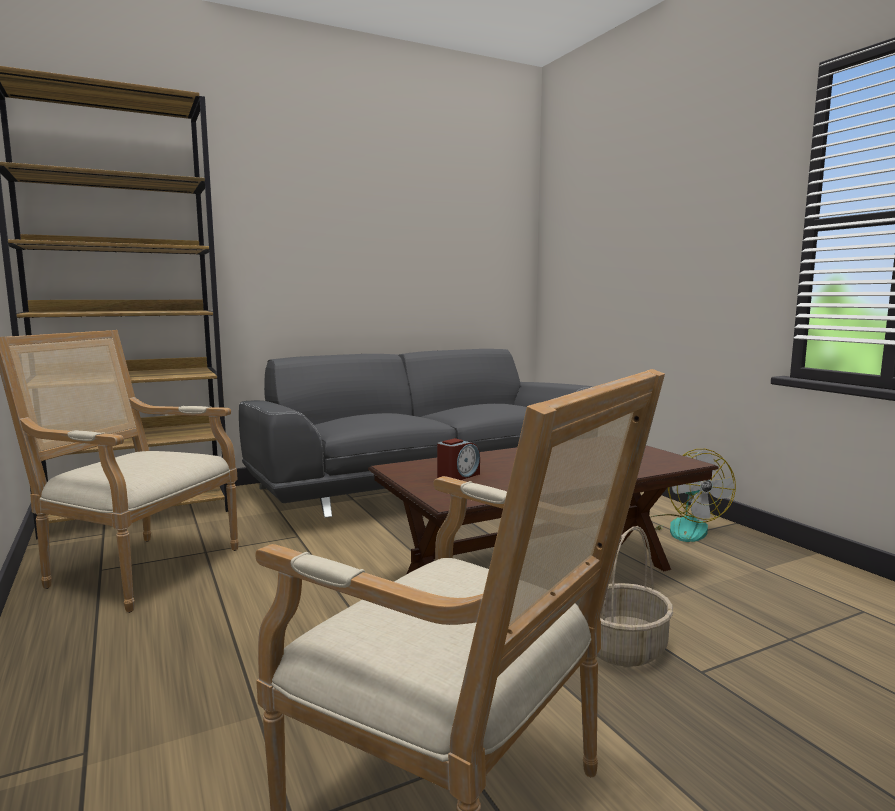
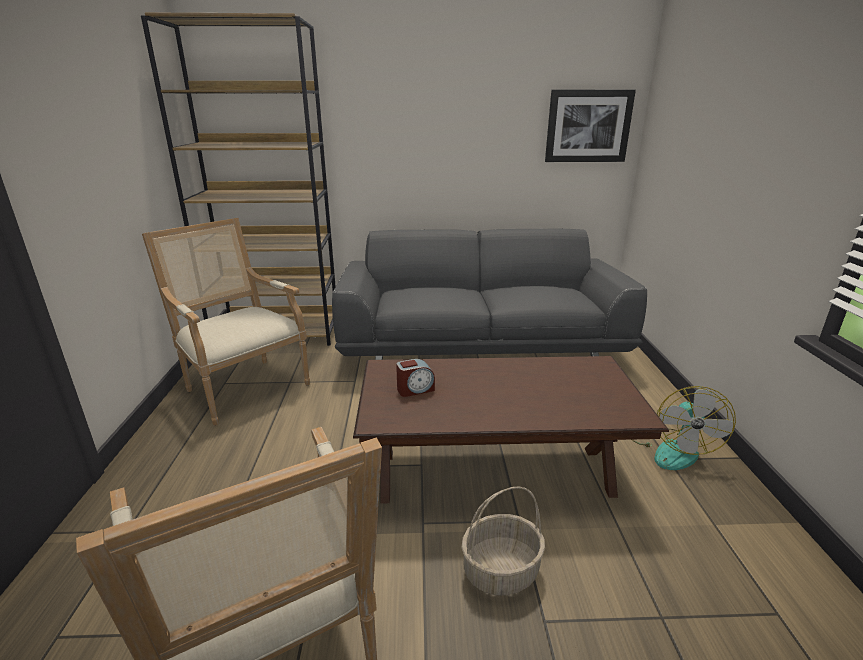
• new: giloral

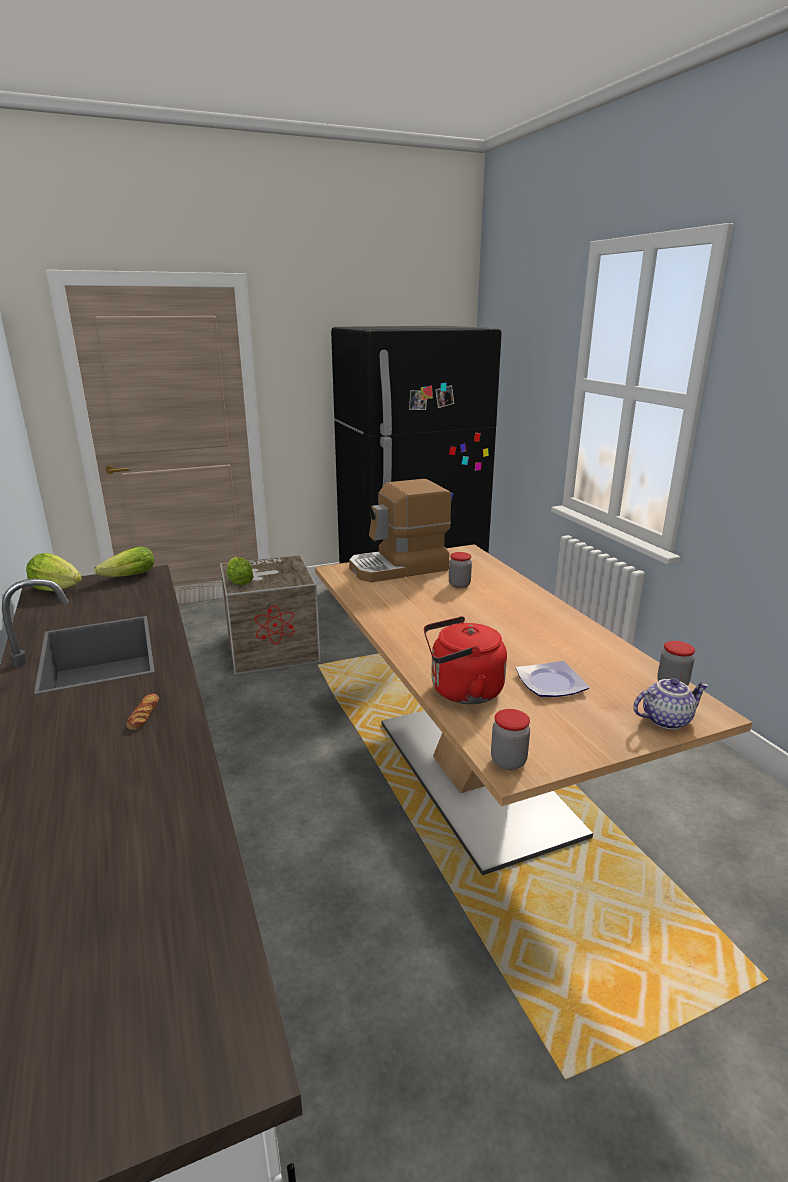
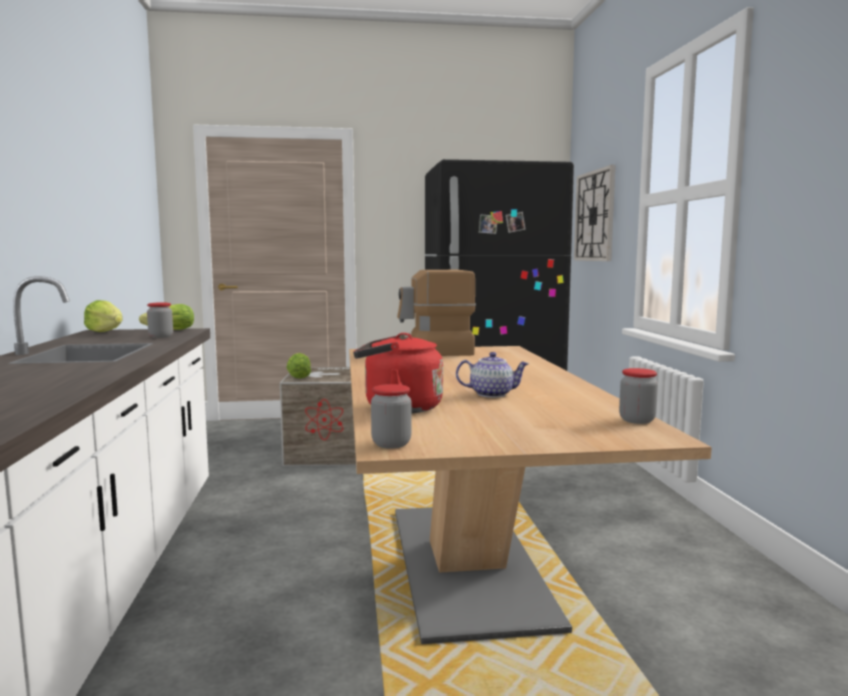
• shifted: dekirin (no. 1 from left)
• gone: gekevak
• shifted: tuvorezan
• gone: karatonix
• new: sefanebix

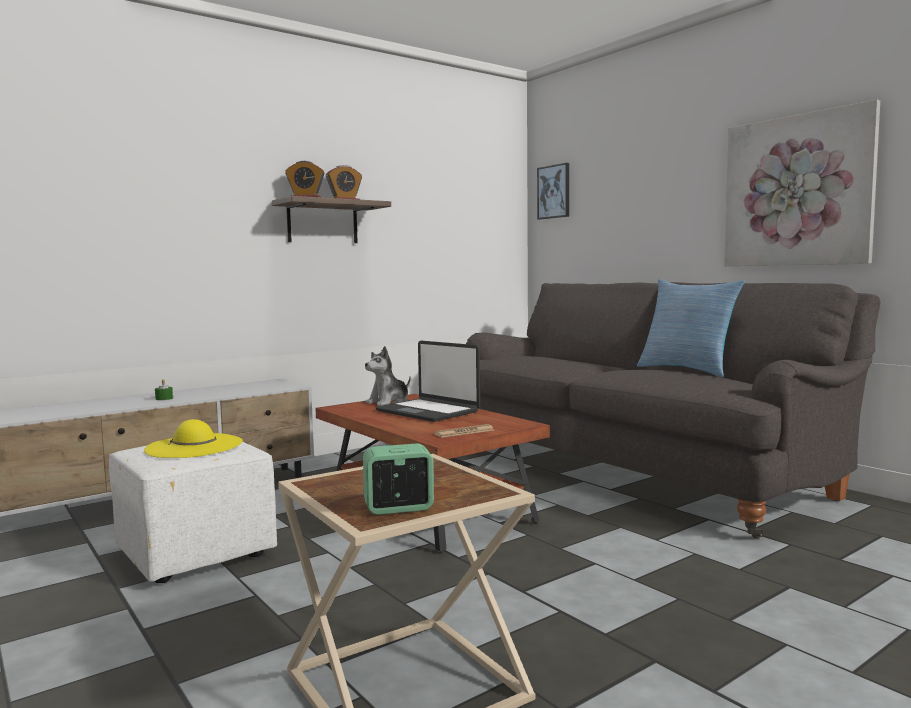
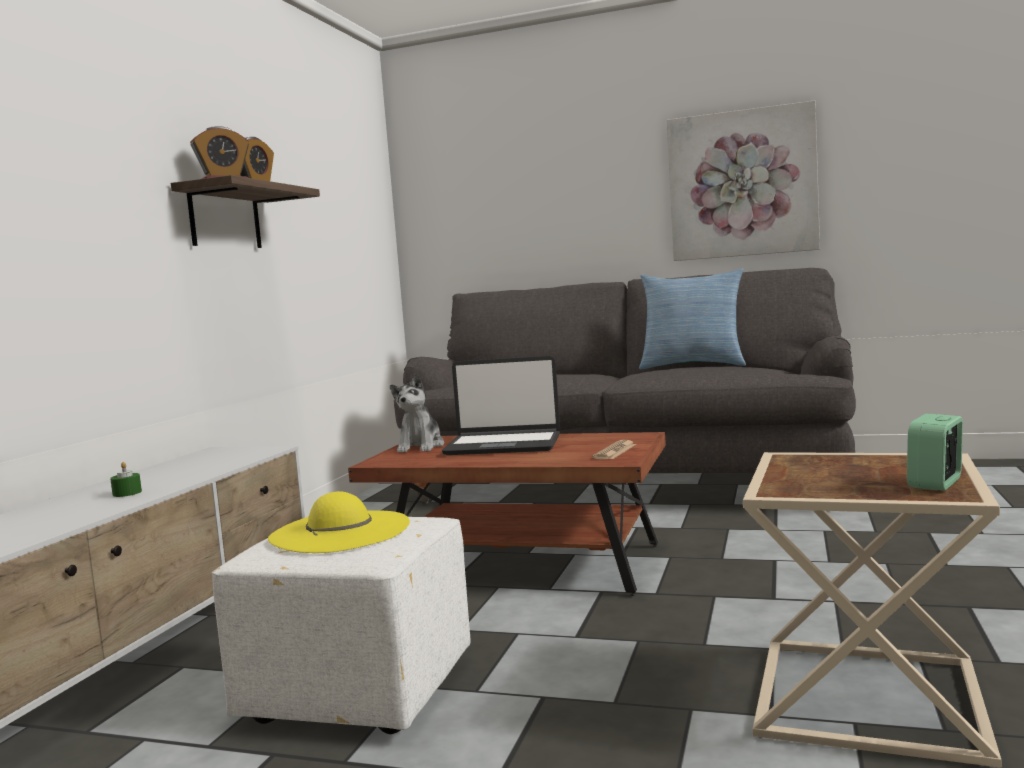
• gone: giloral (no. 1 from left)

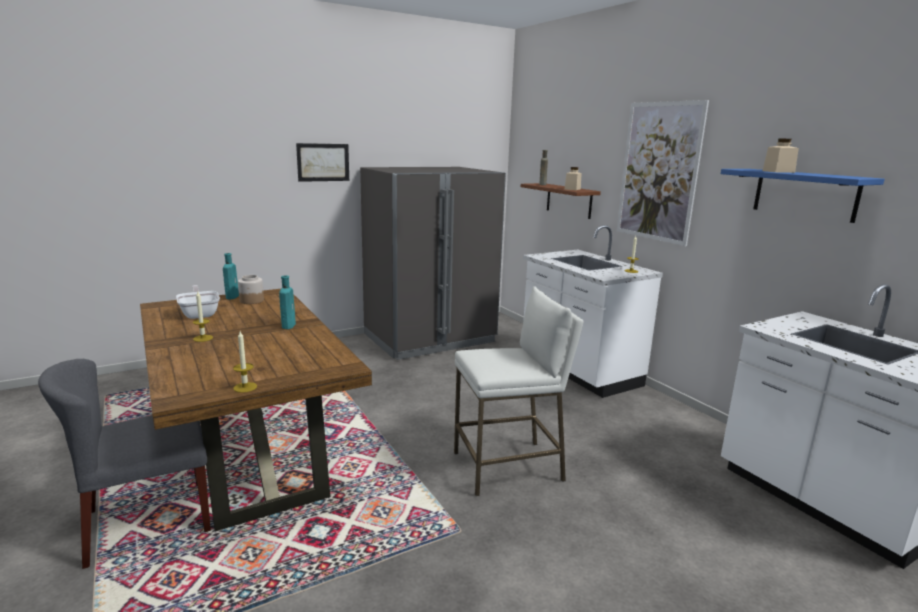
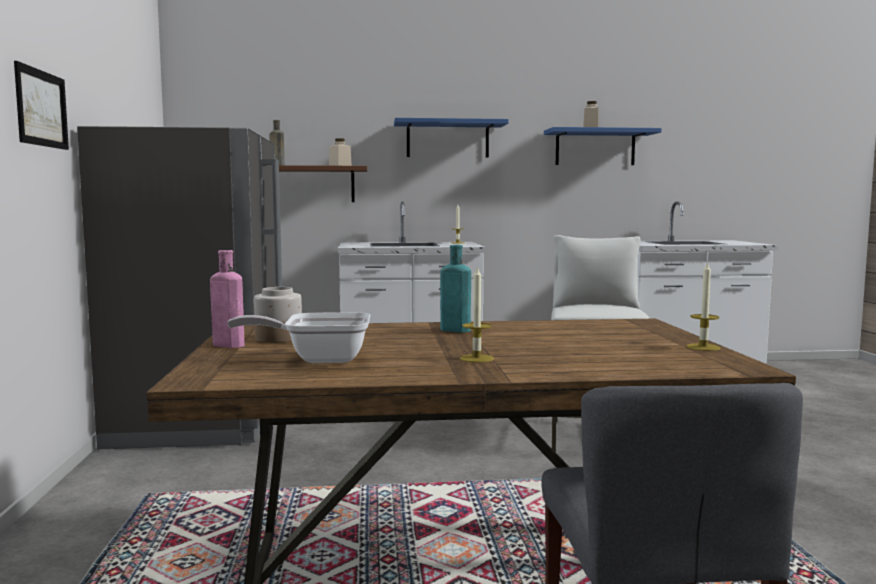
• swapped: giloral (no. 2 from left) to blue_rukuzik (no. 1 from left)
• repainted: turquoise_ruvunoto (no. 1 from left) to pink_ruvunoto

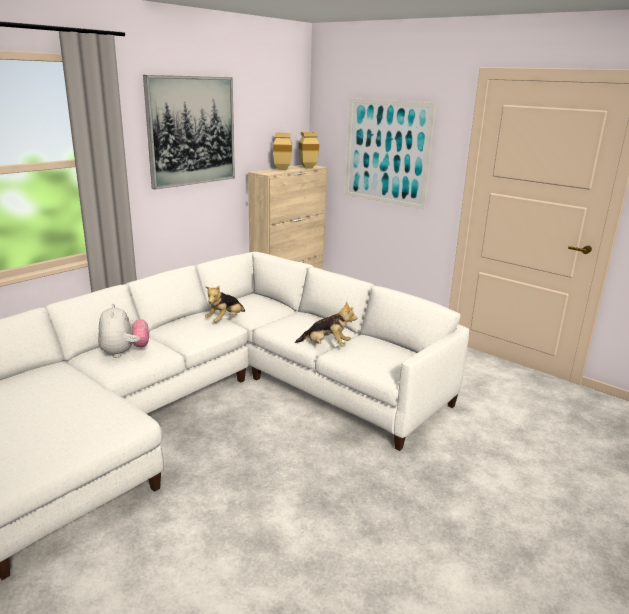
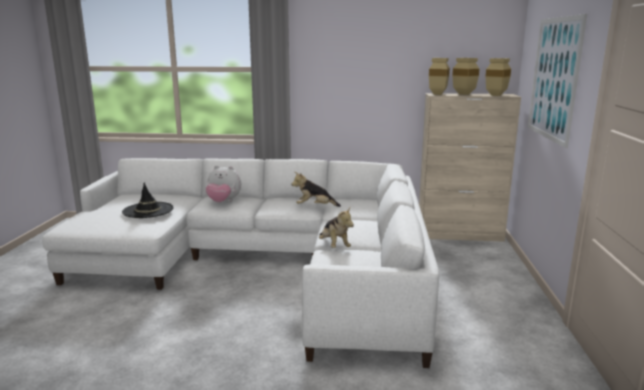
• gone: giloral (no. 1 from left)
• rotated: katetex (no. 1 from left) 60 degrees clockwise
• new: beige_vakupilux (no. 1 from left)
• new: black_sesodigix

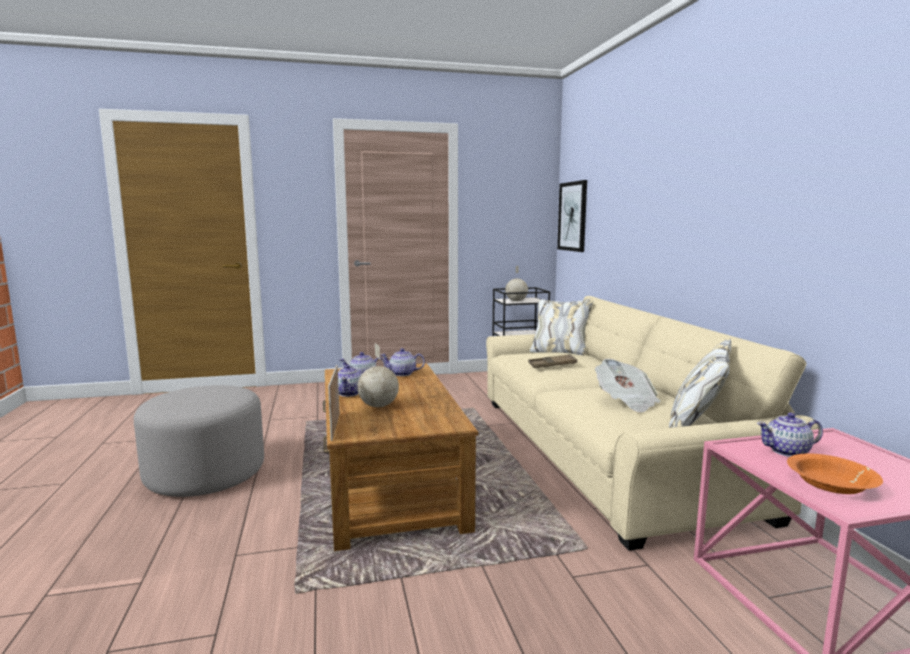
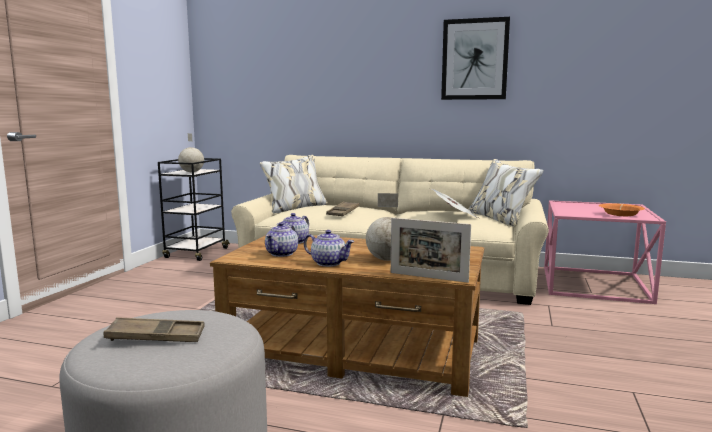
• shifted: giloral
• gone: tuvorezan (no. 4 from left)
• new: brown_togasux (no. 1 from left)

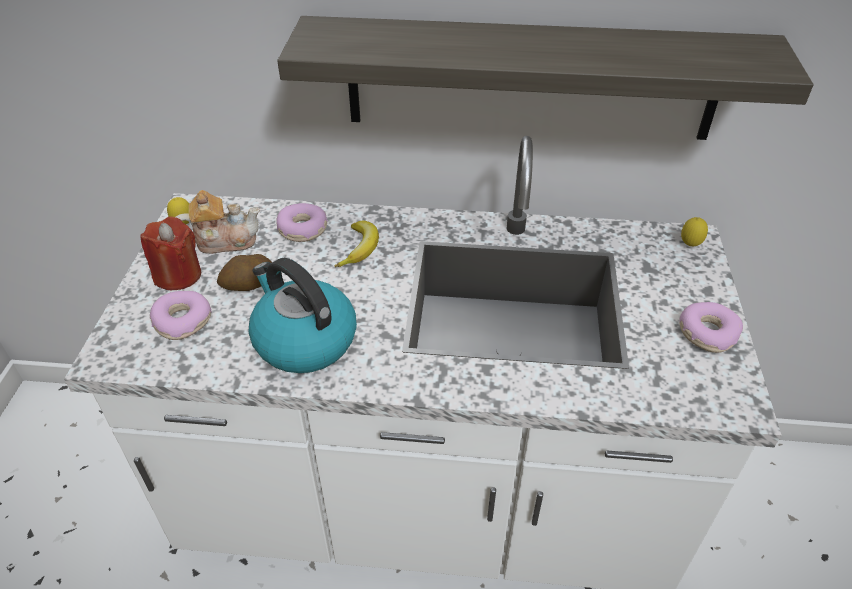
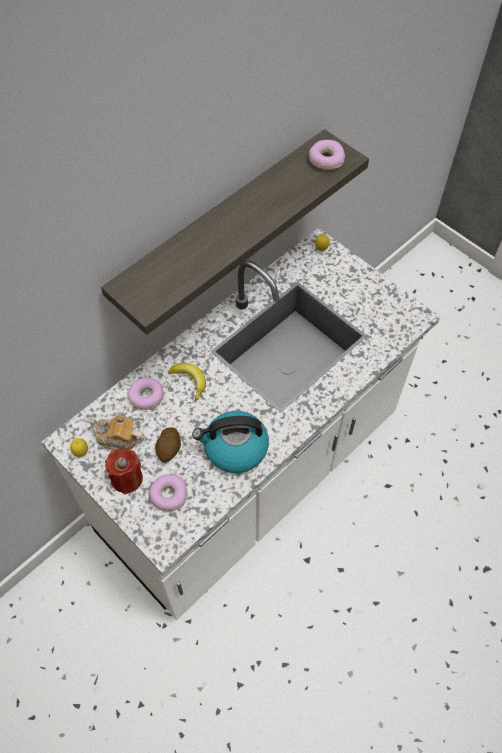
• rotated: tuvorezan 105 degrees counterclockwise
• shifted: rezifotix (no. 3 from left)

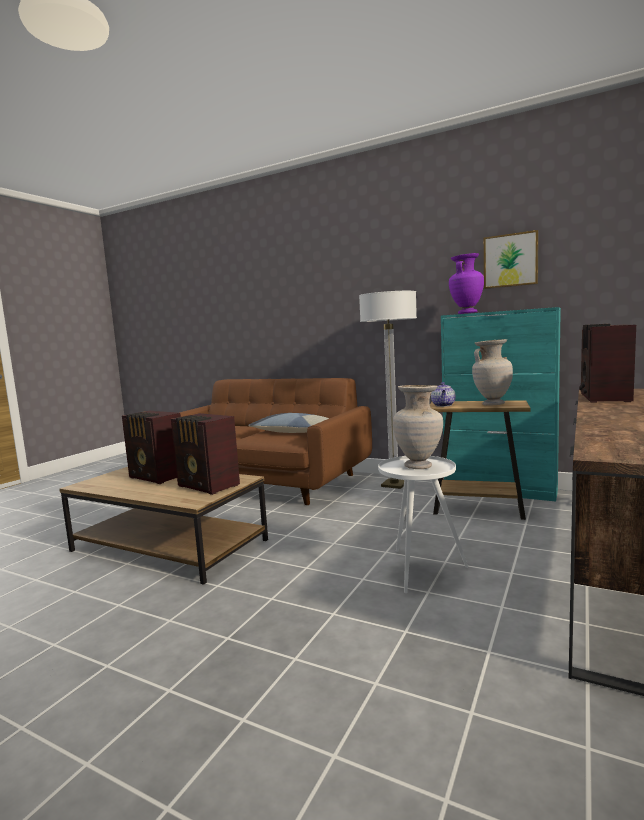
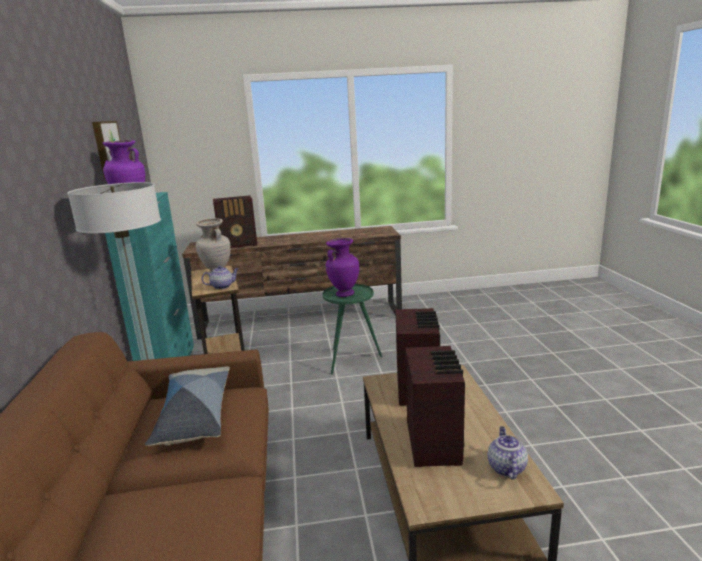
• repainted: beige_vakupilux (no. 1 from left) to purple_vakupilux (no. 2 from left)
• repainted: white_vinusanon to green_vinusanon
• new: tuvorezan (no. 2 from left)

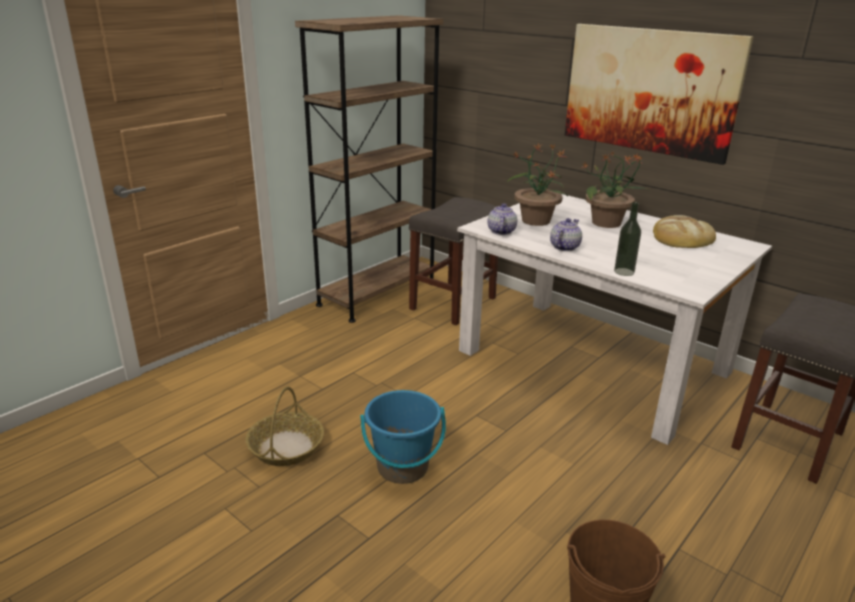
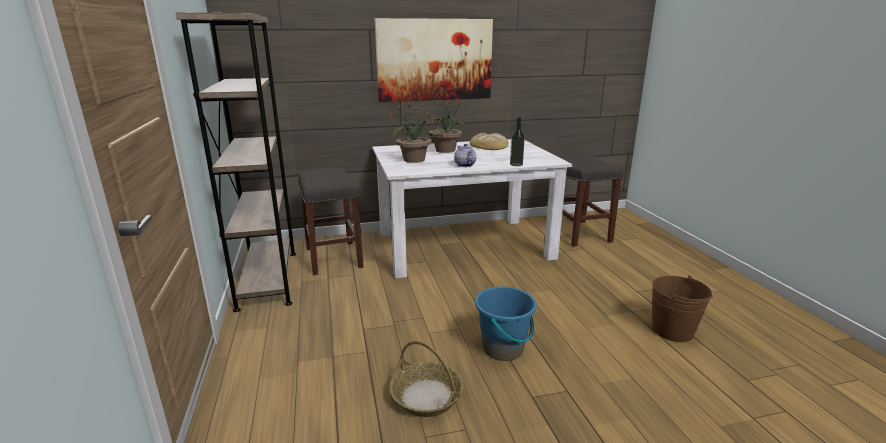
• gone: tuvorezan (no. 1 from left)

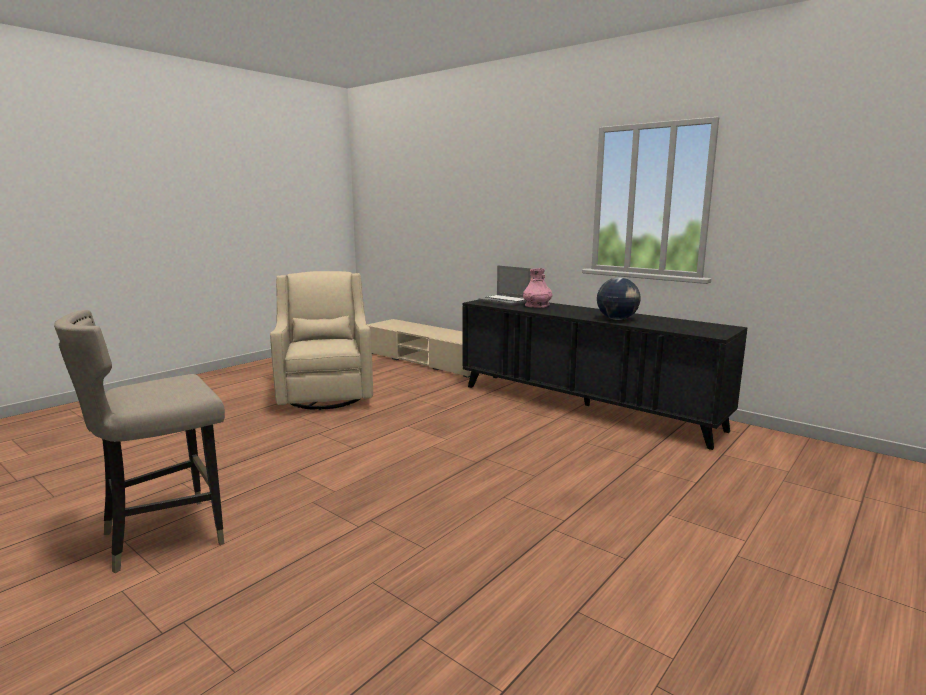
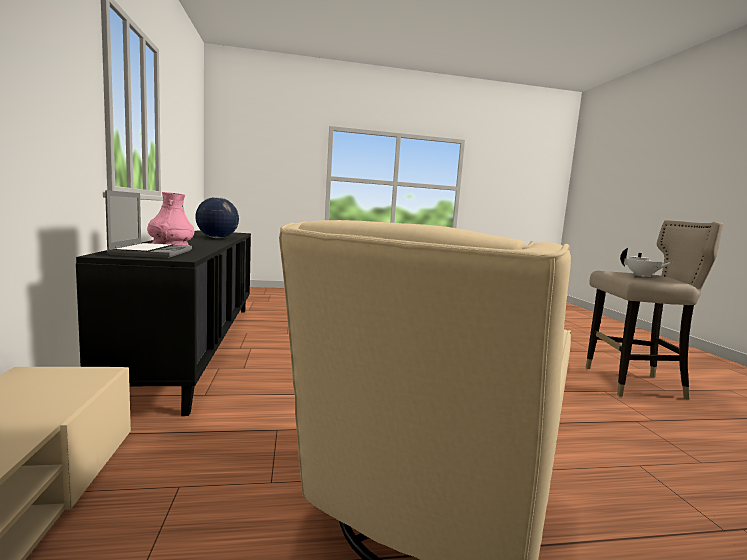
• new: white_tuvorezan

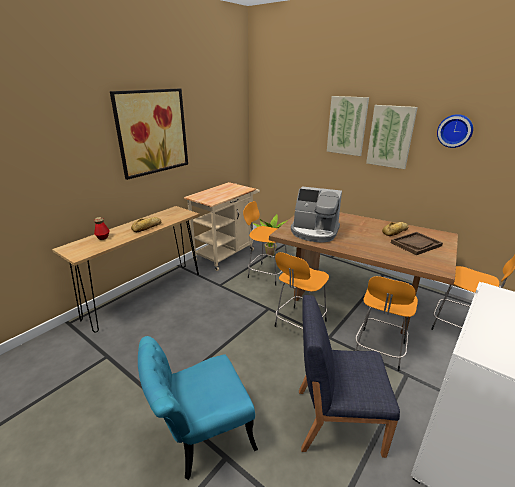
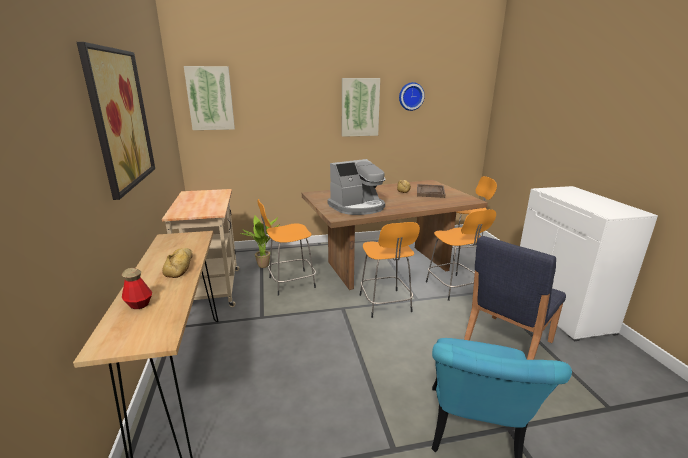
• shifted: giloral (no. 2 from left)

